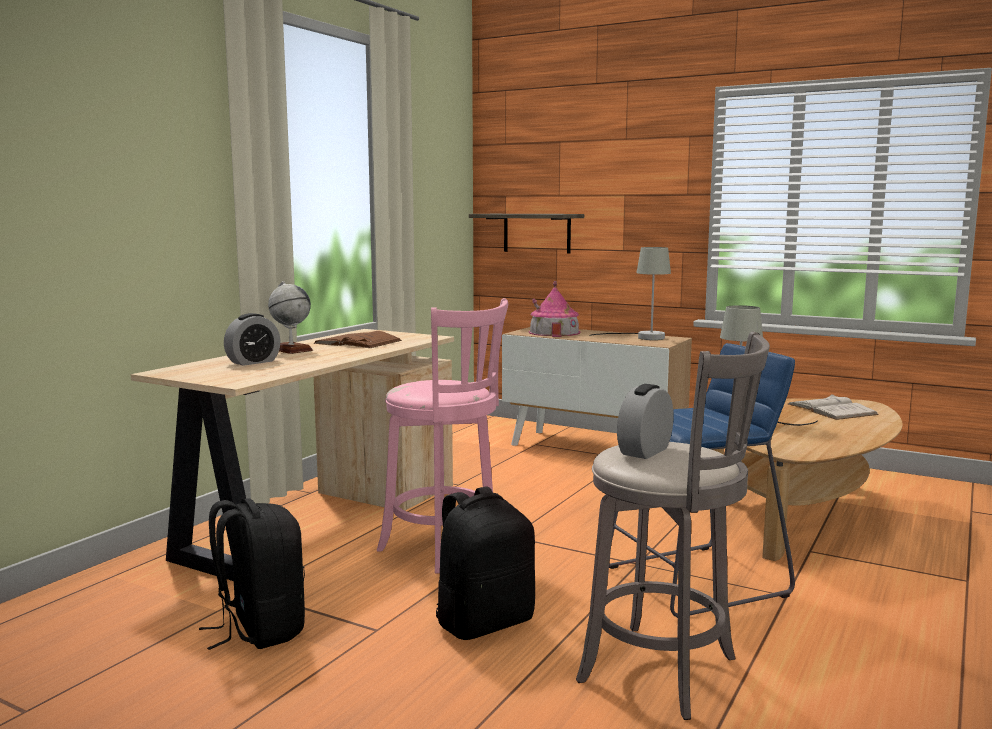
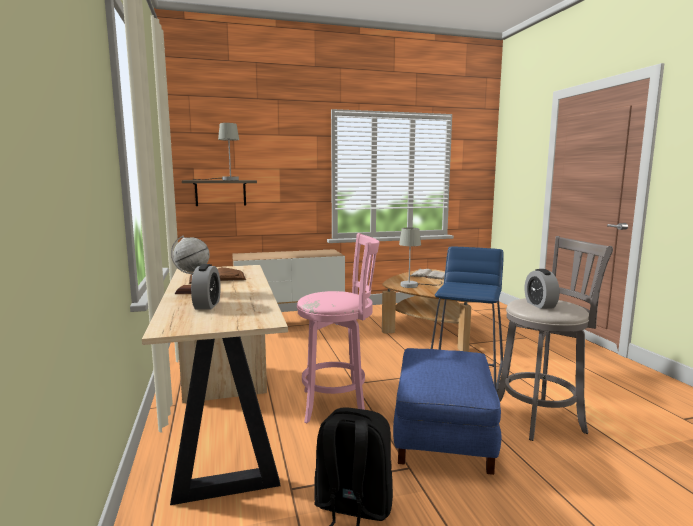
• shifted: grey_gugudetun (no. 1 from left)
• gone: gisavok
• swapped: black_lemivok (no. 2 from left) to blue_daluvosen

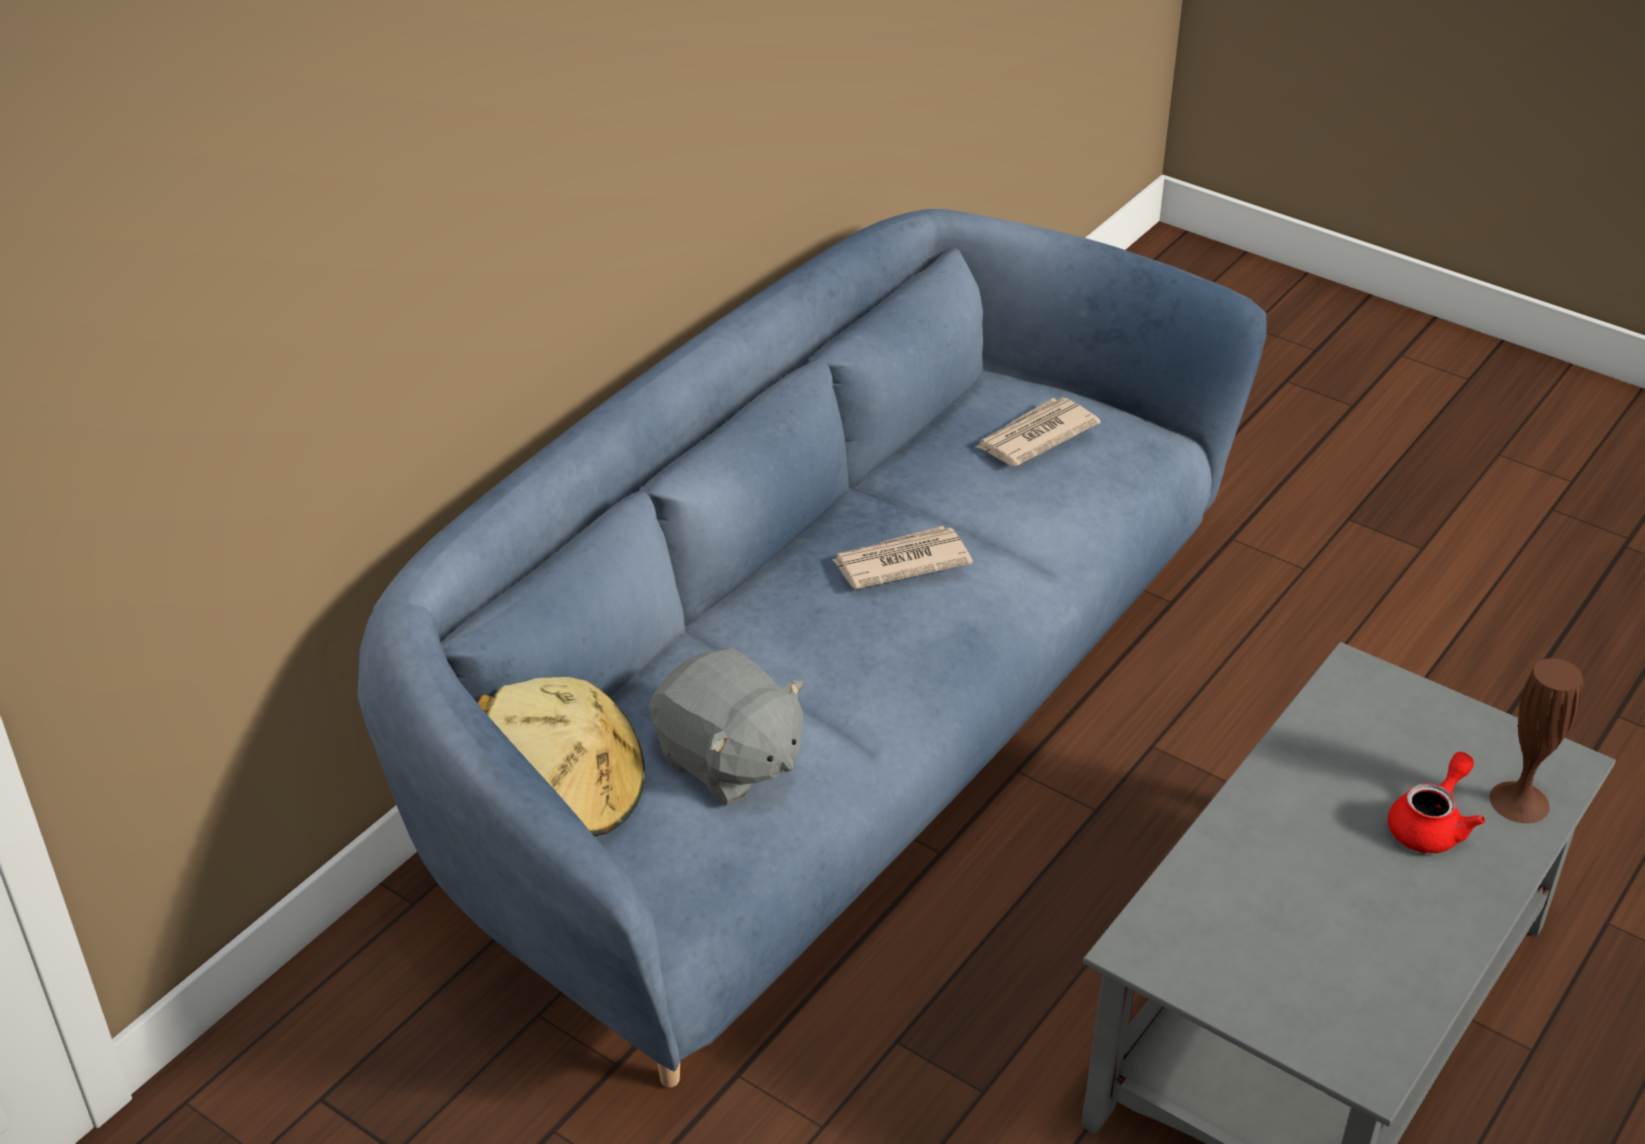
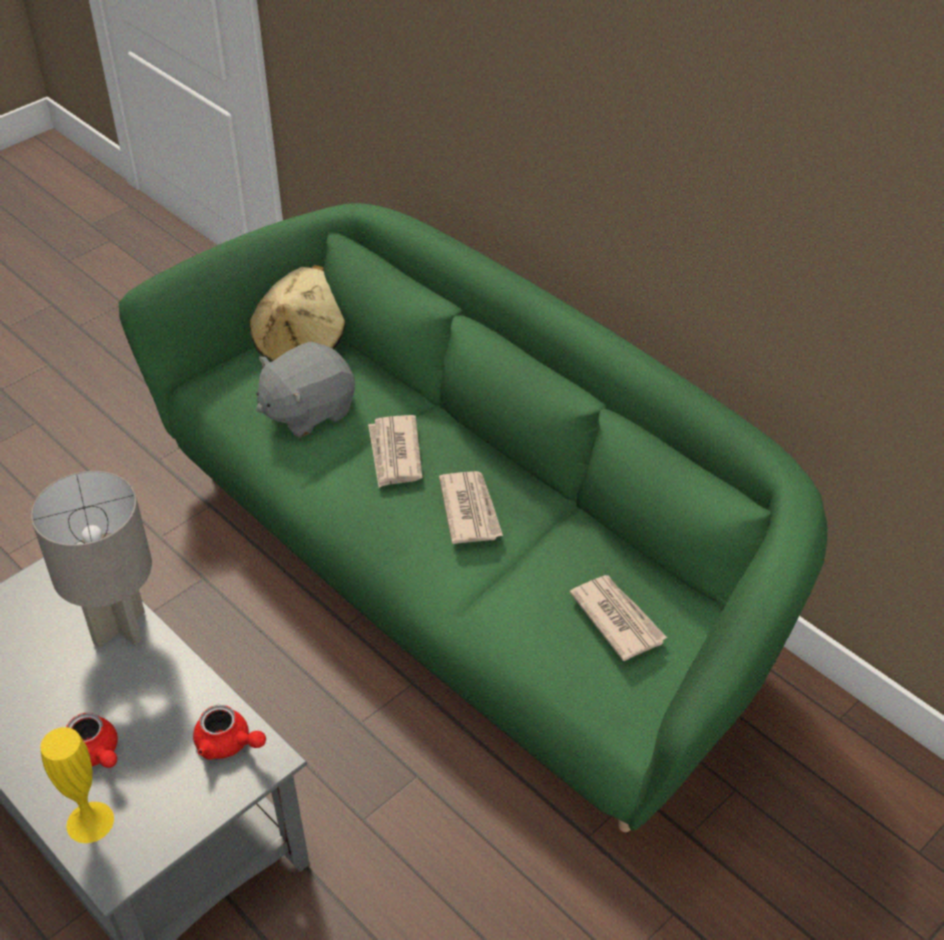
• repainted: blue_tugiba to green_tugiba
• repainted: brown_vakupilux to yellow_vakupilux
• new: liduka (no. 1 from left)
• new: grey_gugudetun
• new: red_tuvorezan (no. 2 from left)

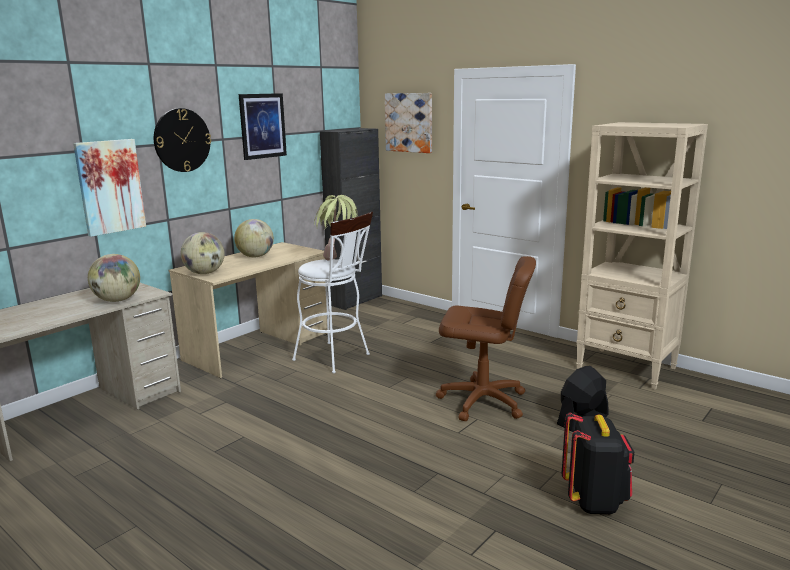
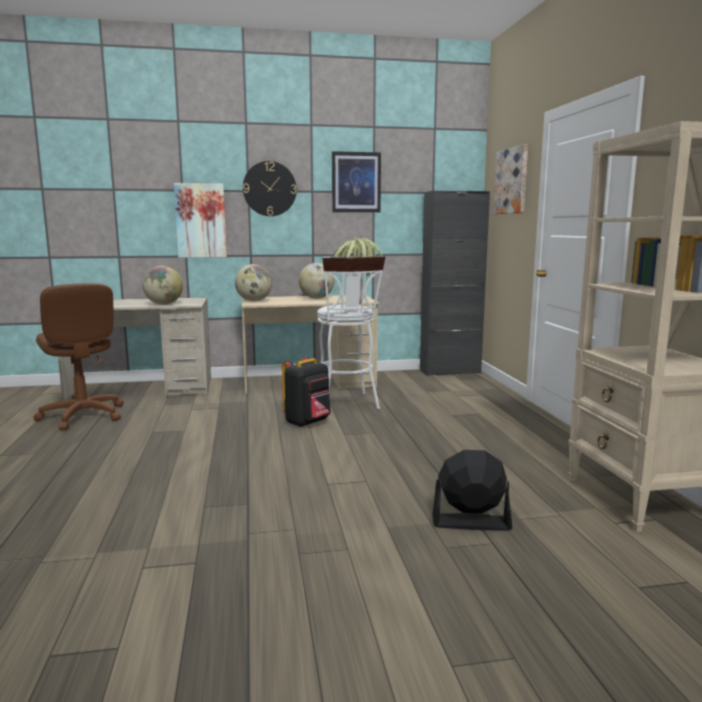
• shifted: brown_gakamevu
• shifted: black_lemivok

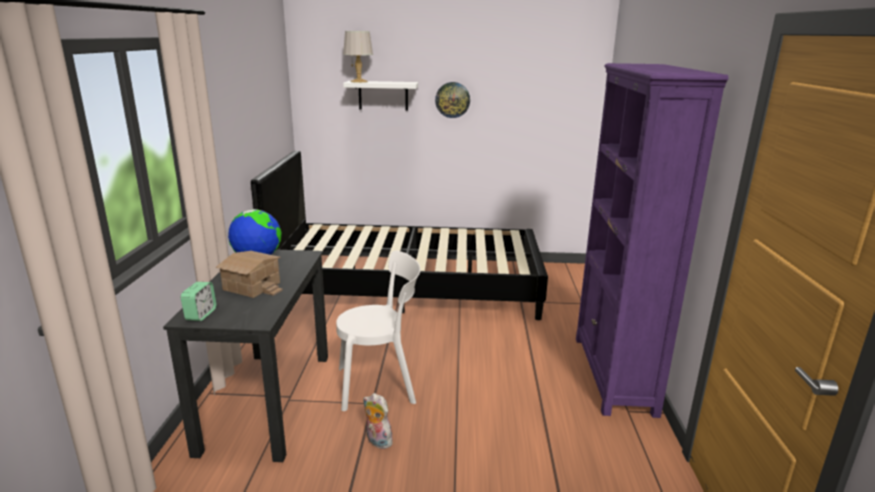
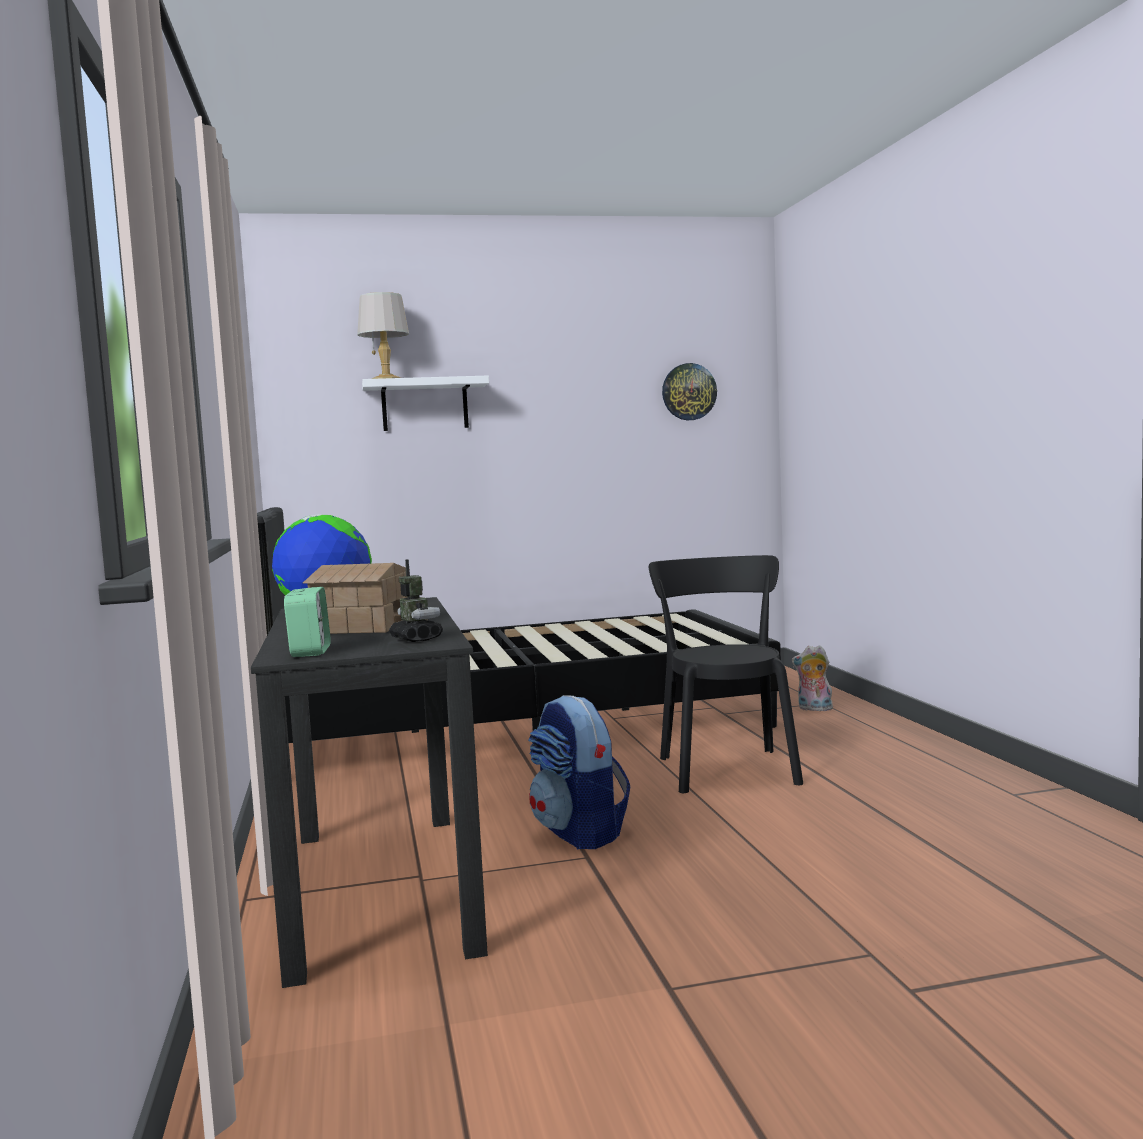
• gone: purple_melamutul
• shifted: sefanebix
• swapped: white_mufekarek to lemivok
• shifted: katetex
• new: black_mufekarek
• new: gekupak

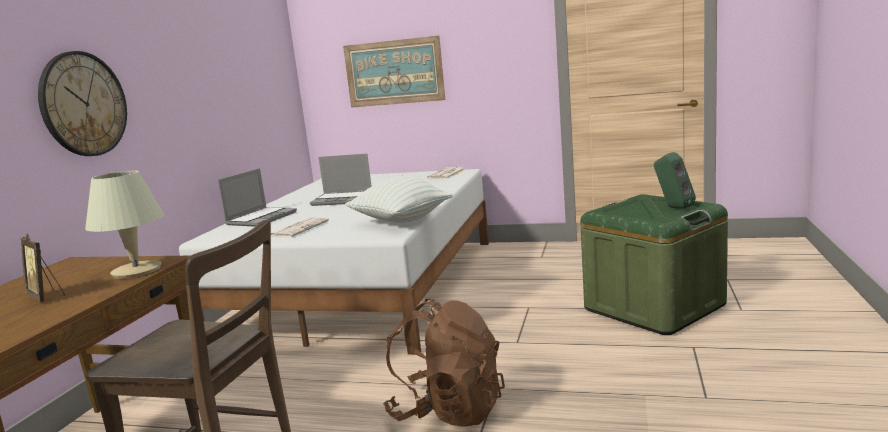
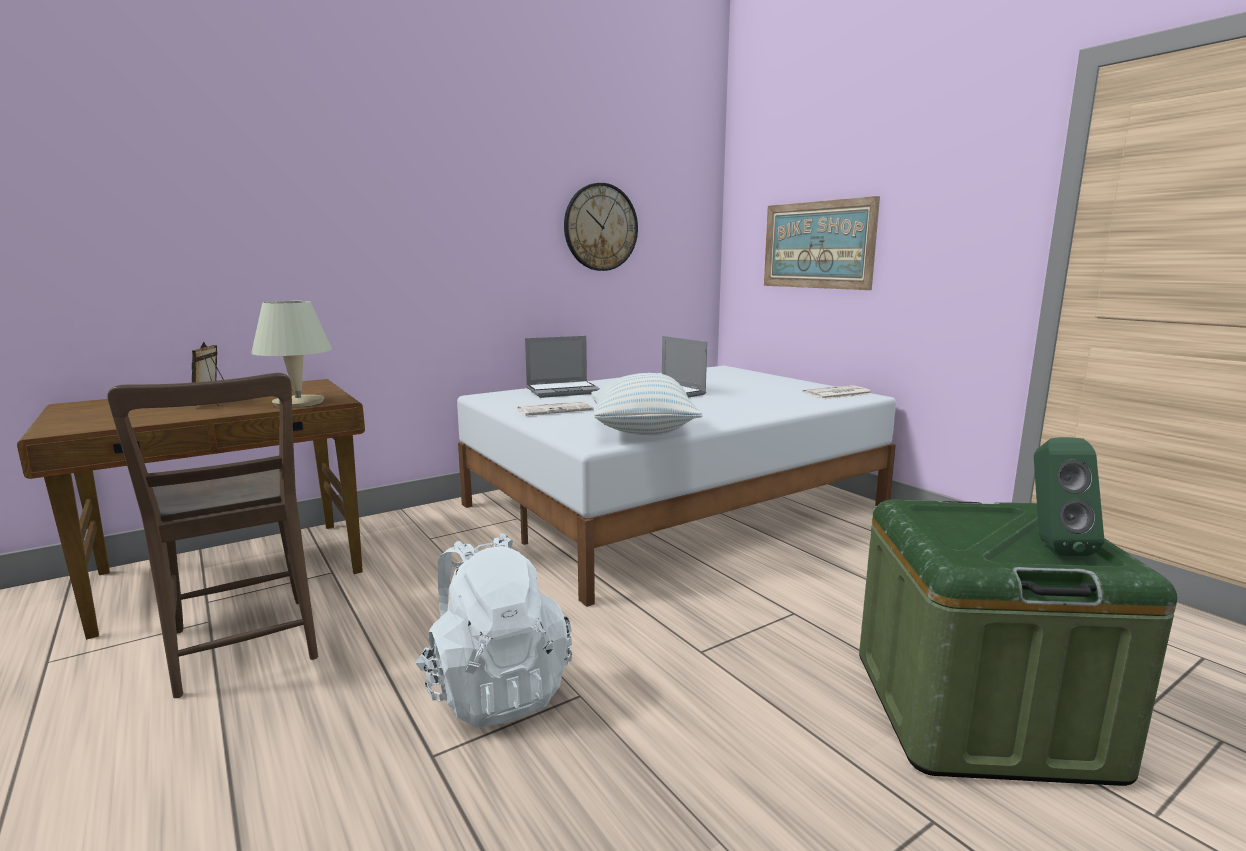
• shifted: sefanebix
• repainted: brown_lemivok to white_lemivok

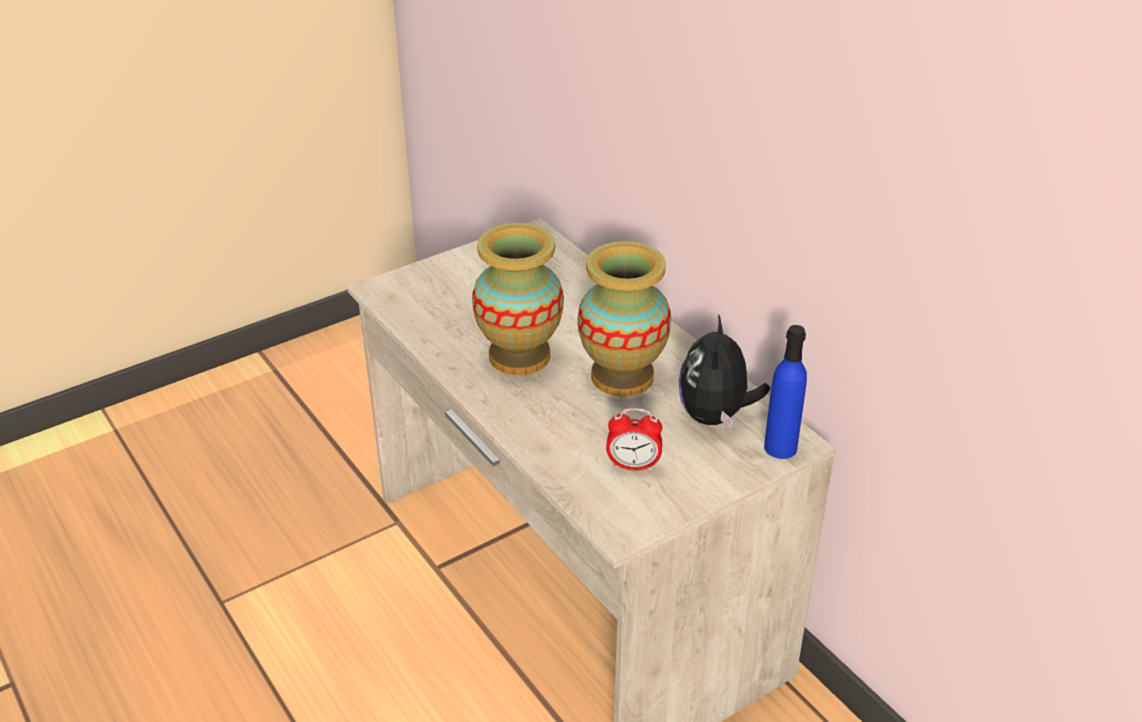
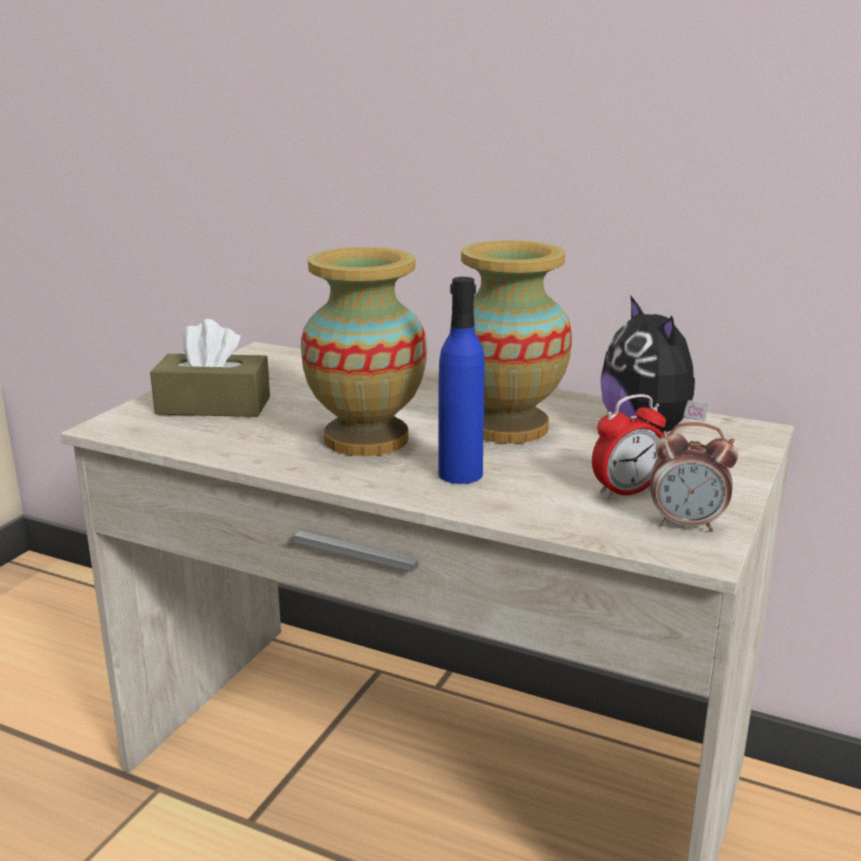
• shifted: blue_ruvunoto
• new: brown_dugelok
• new: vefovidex (no. 2 from left)

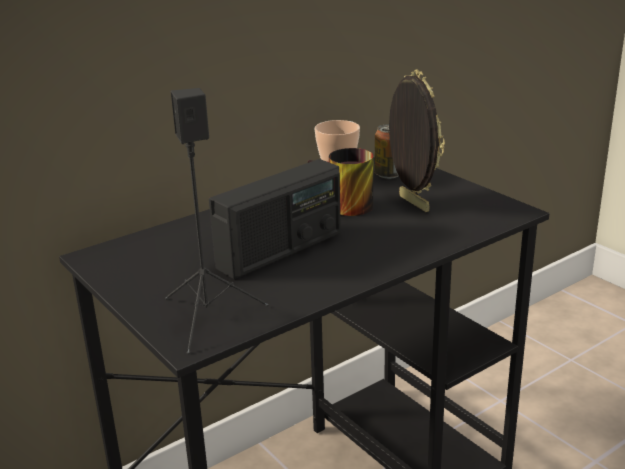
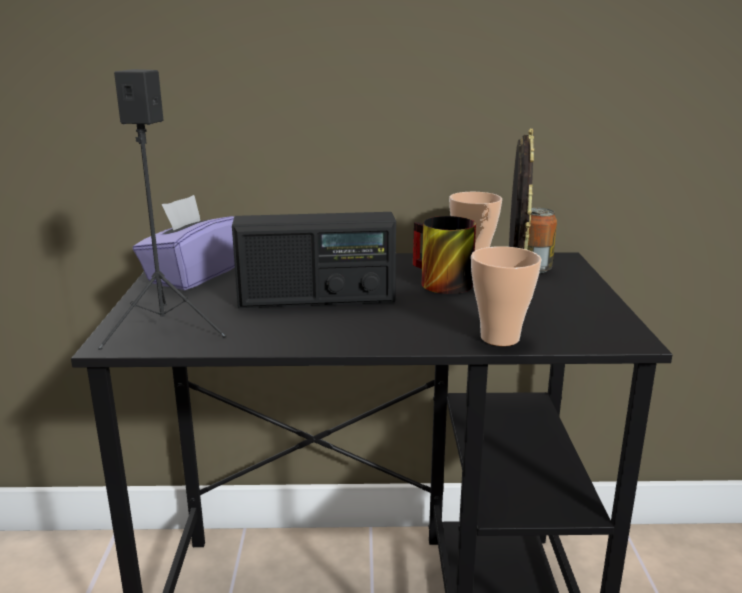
• new: purple_dugelok
• new: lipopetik (no. 2 from left)

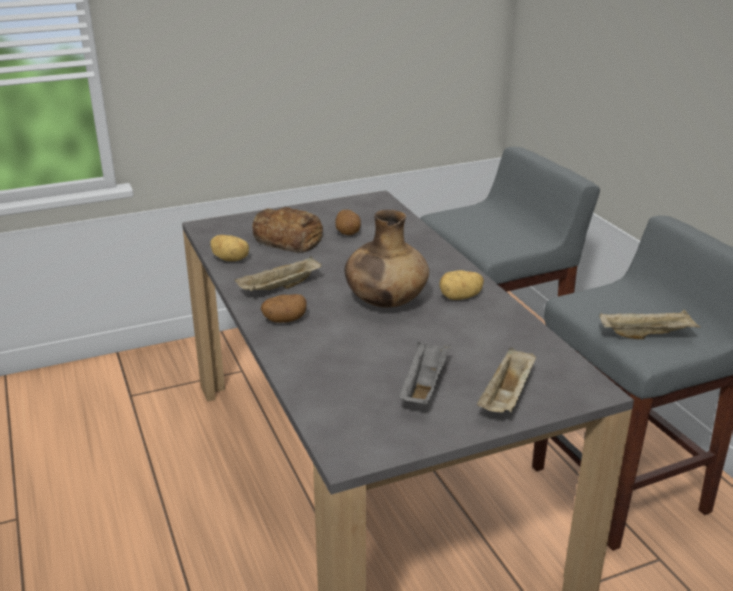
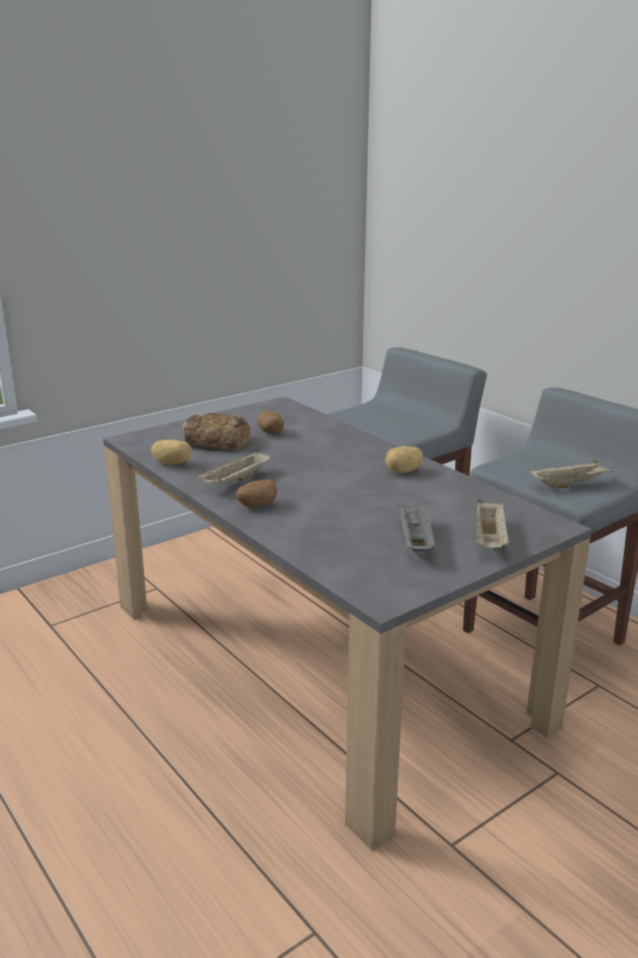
• gone: brown_vakupilux

